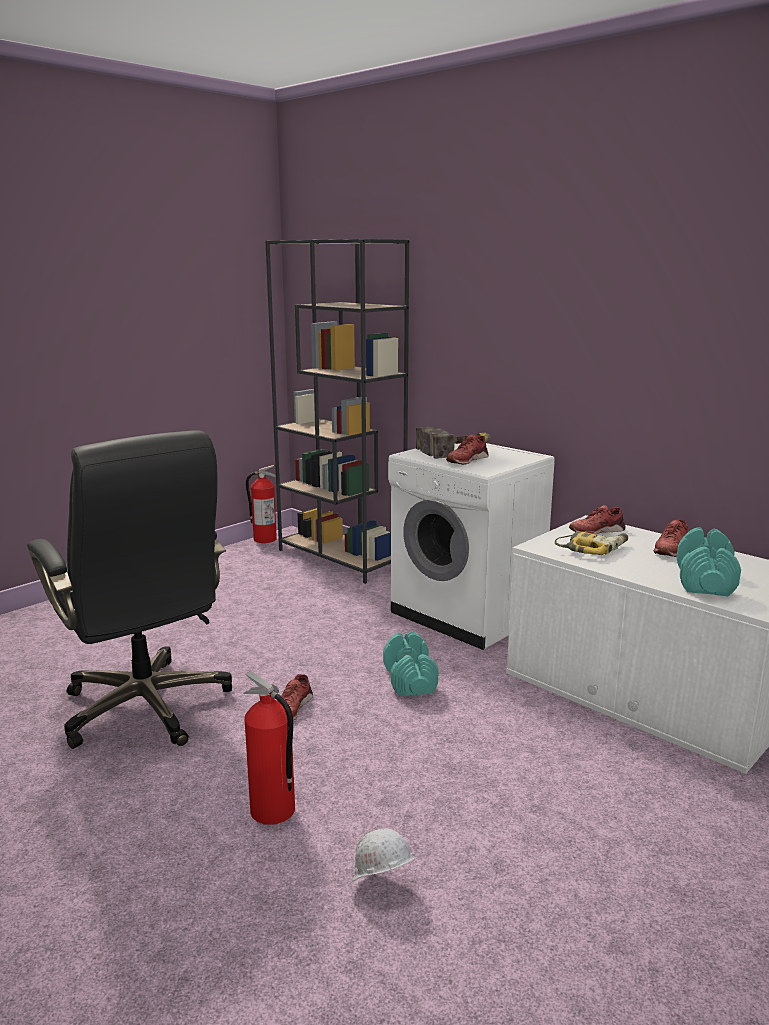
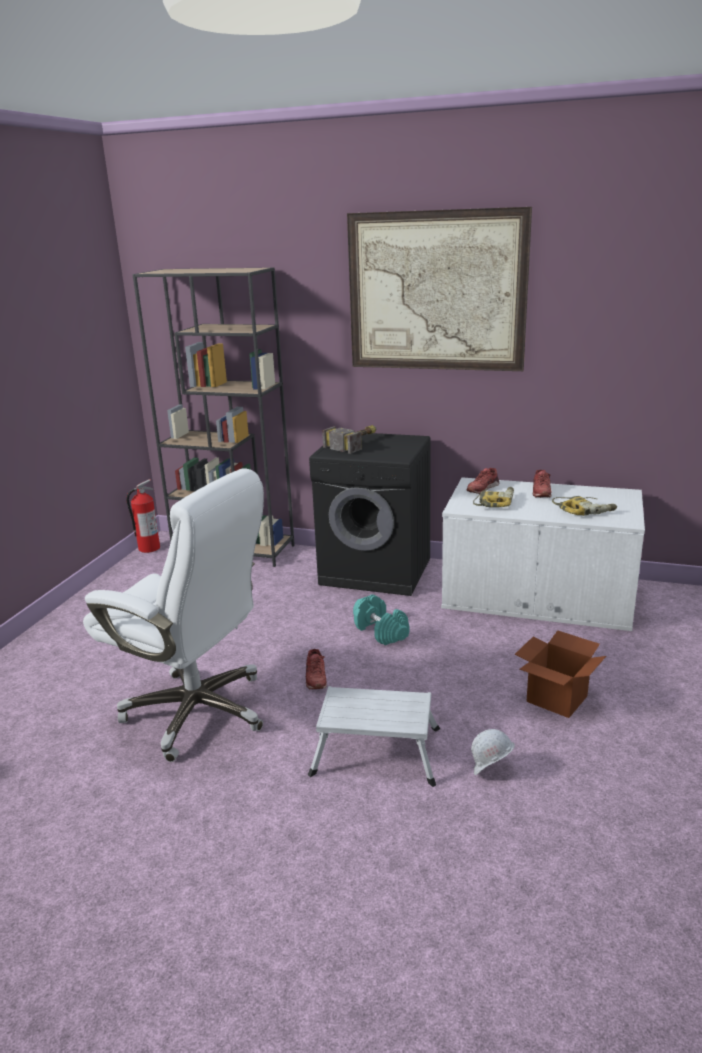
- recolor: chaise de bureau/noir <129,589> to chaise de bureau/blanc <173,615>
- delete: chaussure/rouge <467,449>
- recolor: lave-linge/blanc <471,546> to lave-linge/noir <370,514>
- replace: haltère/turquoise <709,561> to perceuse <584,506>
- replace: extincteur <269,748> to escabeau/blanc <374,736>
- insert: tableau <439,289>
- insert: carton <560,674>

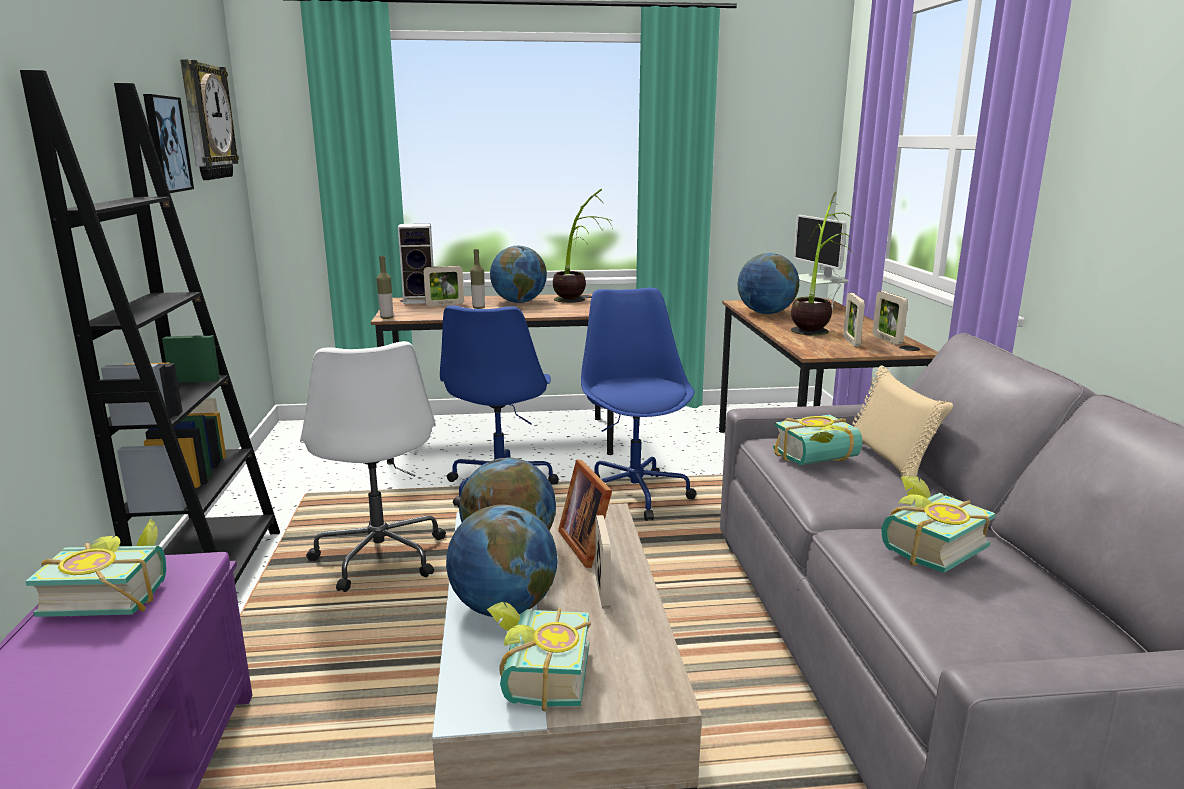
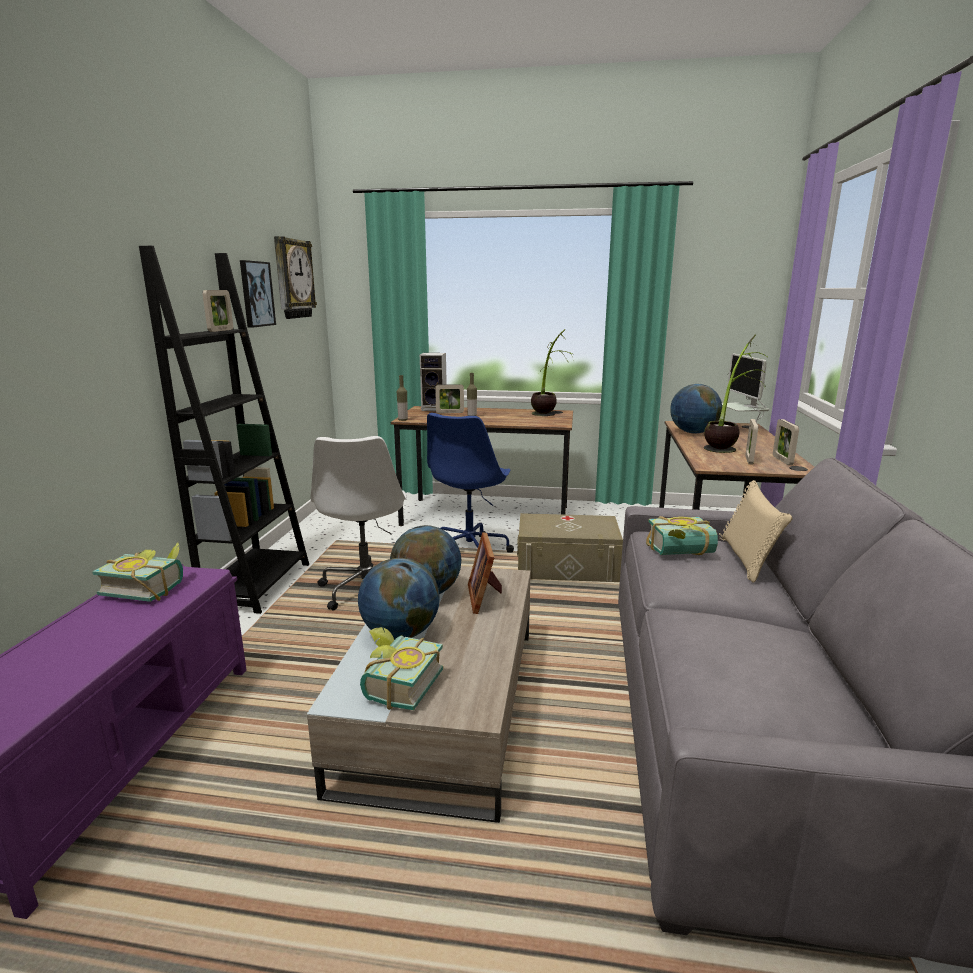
- delete: globe <518,274>
- replace: chaise de bureau/bleu <638,404> to boîte de rangement/beige <570,547>
- delete: livre <938,524>
- move: cadre photo <603,562> to <217,311>

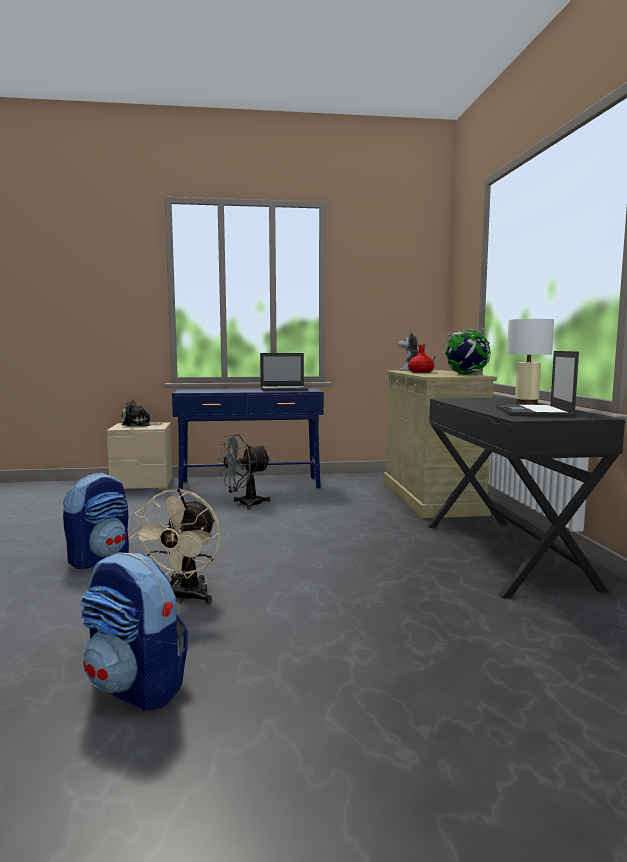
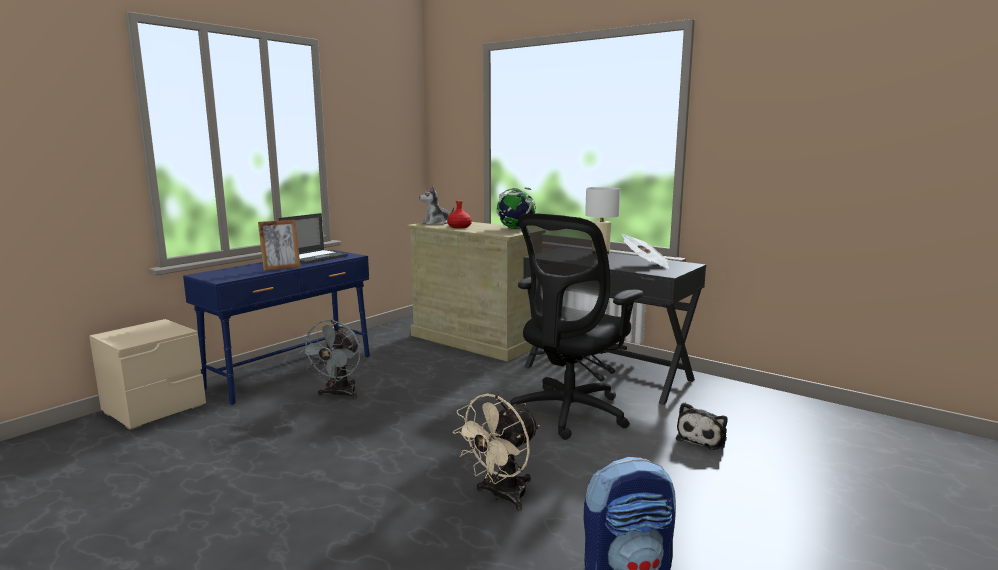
- replace: ordinateur portable <537,384> to journal <645,251>
- move: peluche <142,413> to <702,426>
- delete: sac à dos <96,521>
- rotate: ventilateur/beige <175,546> = <496,452> 75 degrees clockwise
- insert: chaise de bureau/noir <576,326>
- insert: cadre photo <279,245>

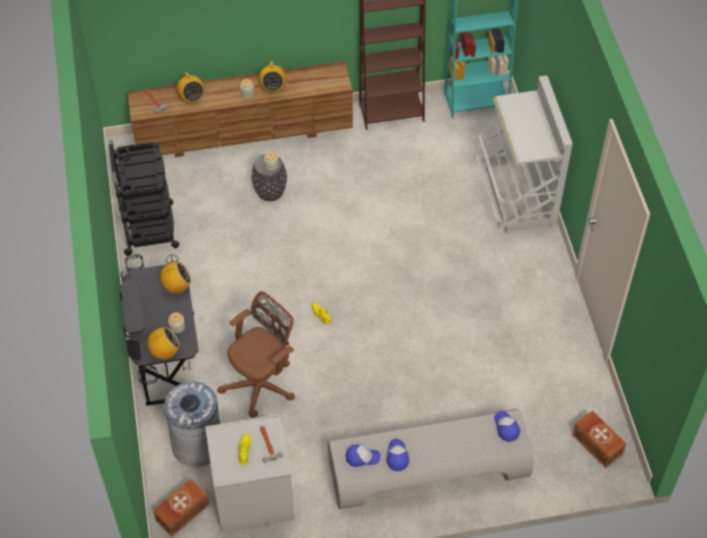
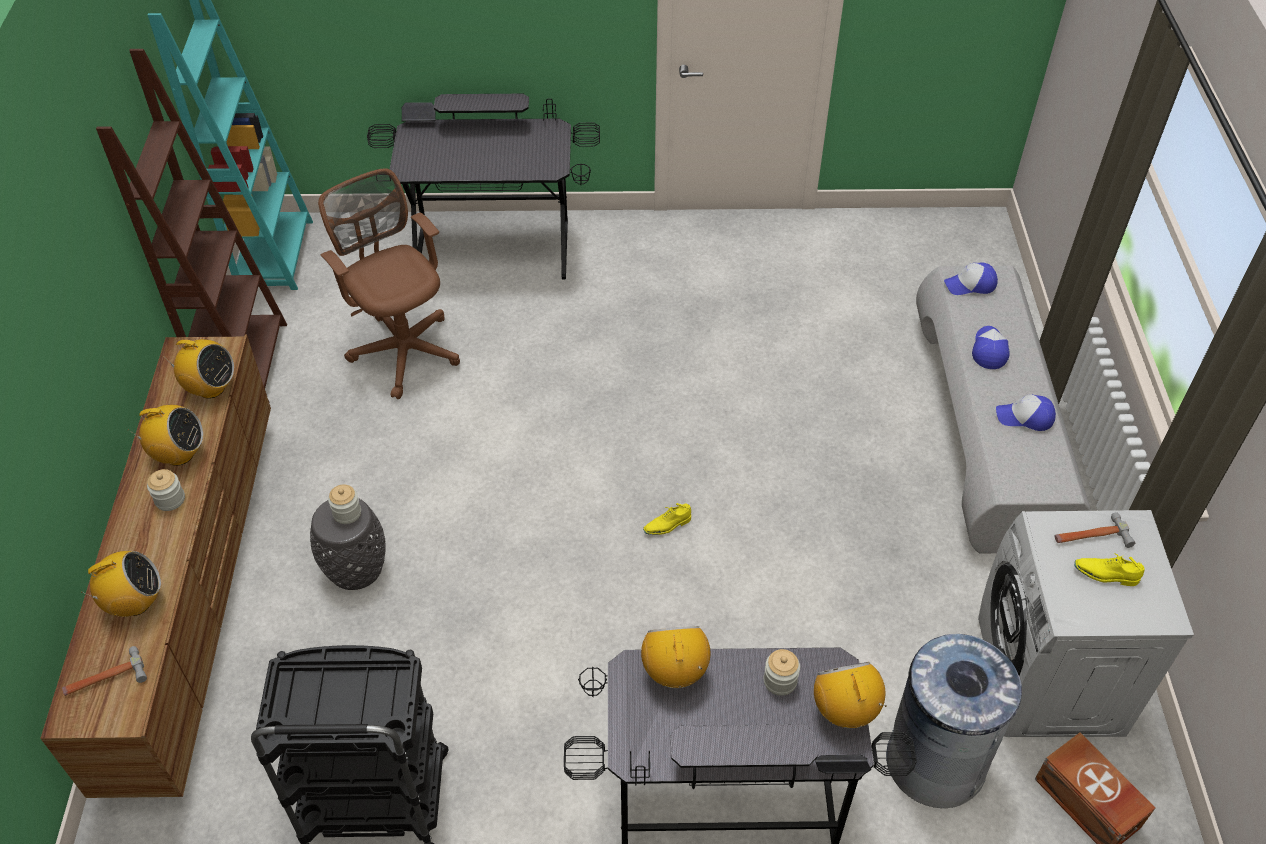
- replace: étagère à chaussures/blanc <524,155> to bureau/noir <483,186>
- move: chaise de bureau/marron <256,354> to <389,283>
- delete: boîte de rangement/marron <599,439>
- move: casquette <363,456> to <991,347>
- insert: radio <198,369>

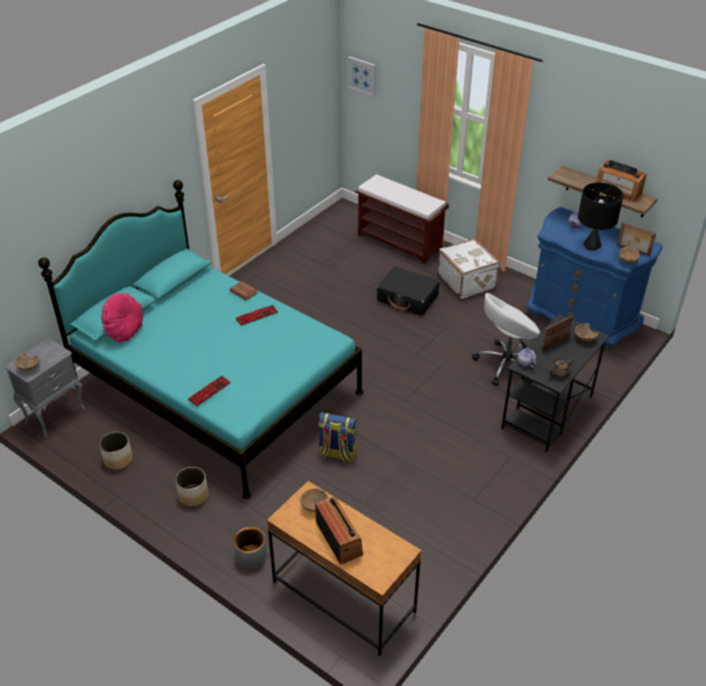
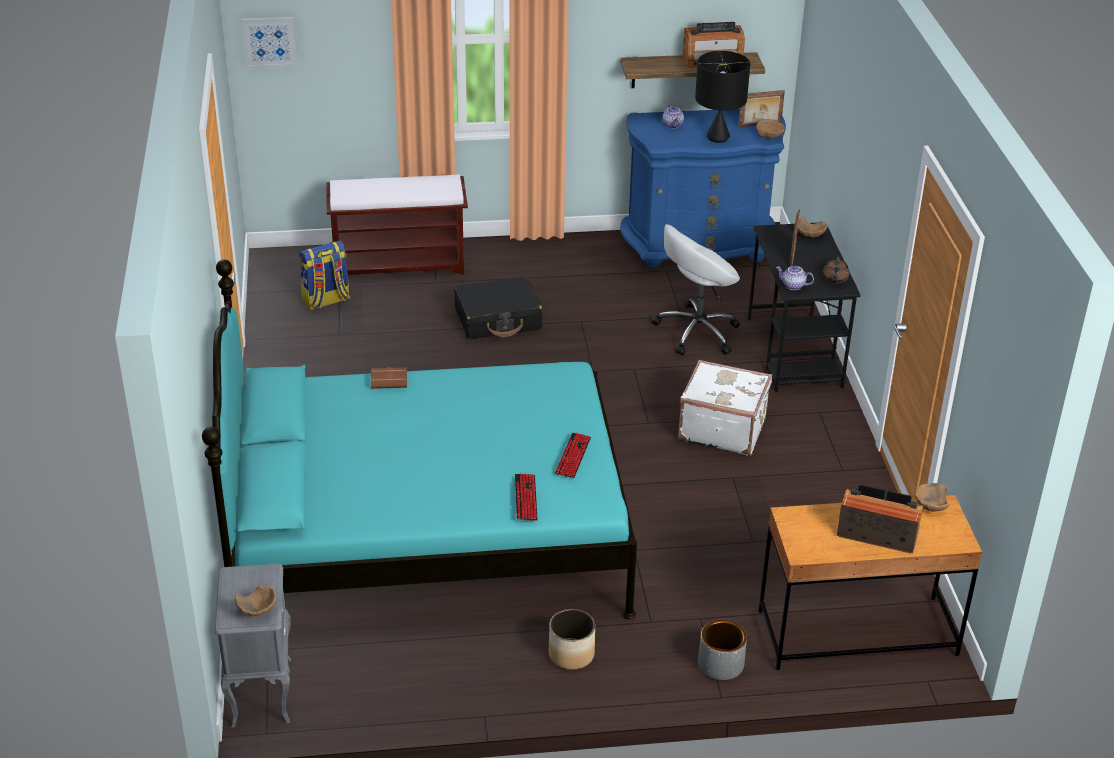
- move: valise/blanc <468,268> to <725,408>
- delete: coussin/rose <122,317>
- rotate: chaise de bureau/blanc <506,339> = <696,289> 45 degrees clockwise
- move: clavier <257,315> to <573,455>
- move: sac à dos <337,437> to <324,275>
- delete: cache-pot <116,451>
- move: bol/marron <314,500> to <932,497>

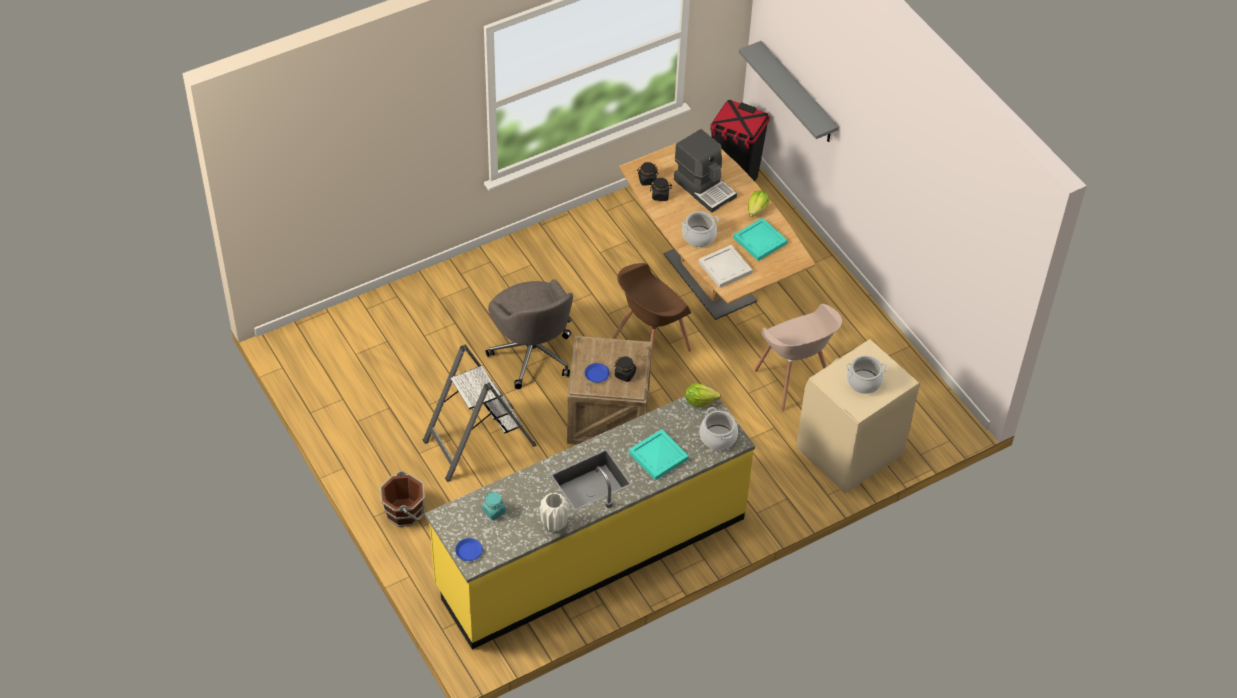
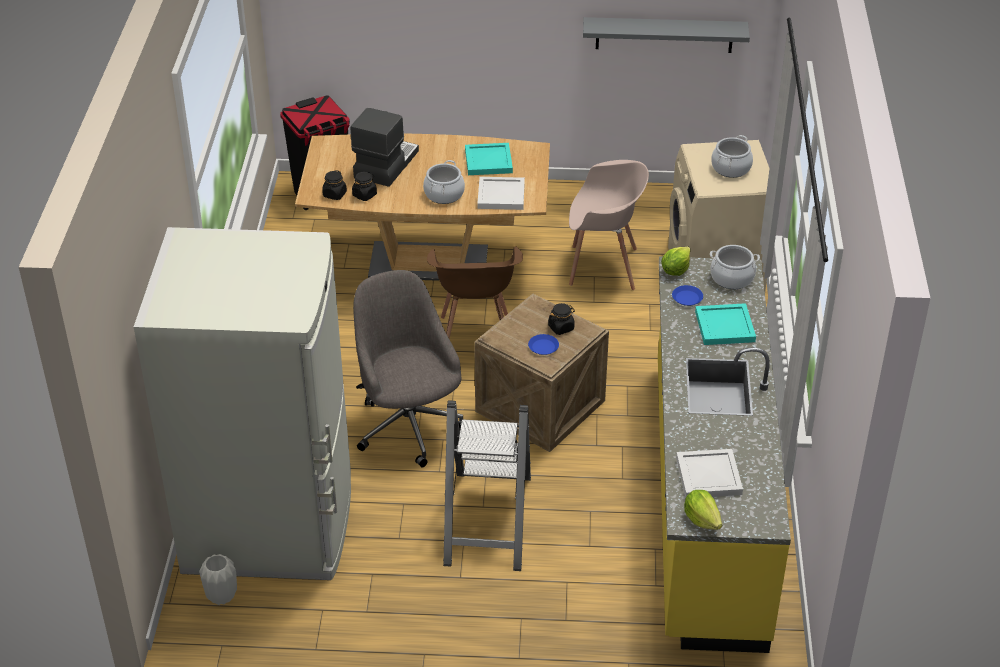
- move: étagère/gris <789,91> to <666,35>
- rotate: machine à café <705,171> = <384,147> 60 degrees counterclockwise
- move: laitue <758,203> to <703,510>
- rotate: chaise de bureau/gris <529,334> = <408,368> 120 degrees counterclockwise
- delete: seau/marron <402,499>
- replace: bocal/turquoise <494,505> to plateau/blanc <709,473>
- move: vase/blanc <554,512> to <218,579>
- move: assiette/bleu <469,549> to <687,295>
- insert: réfrigérateur/blanc <242,403>

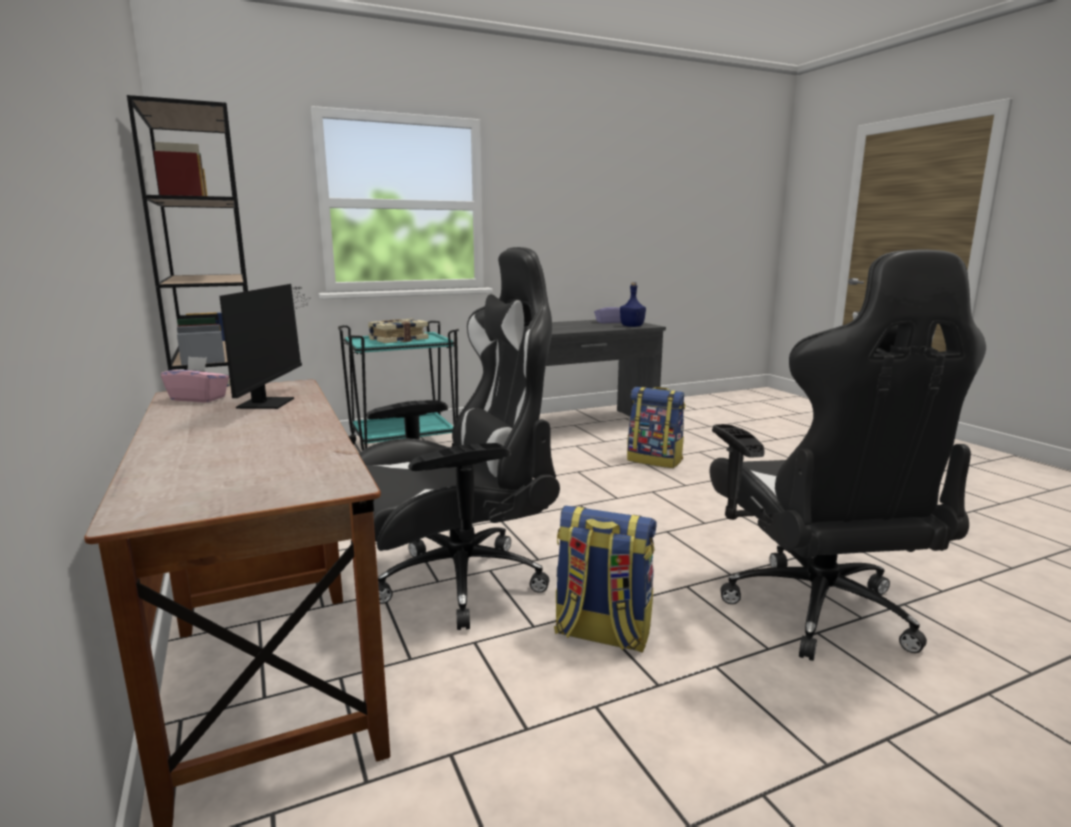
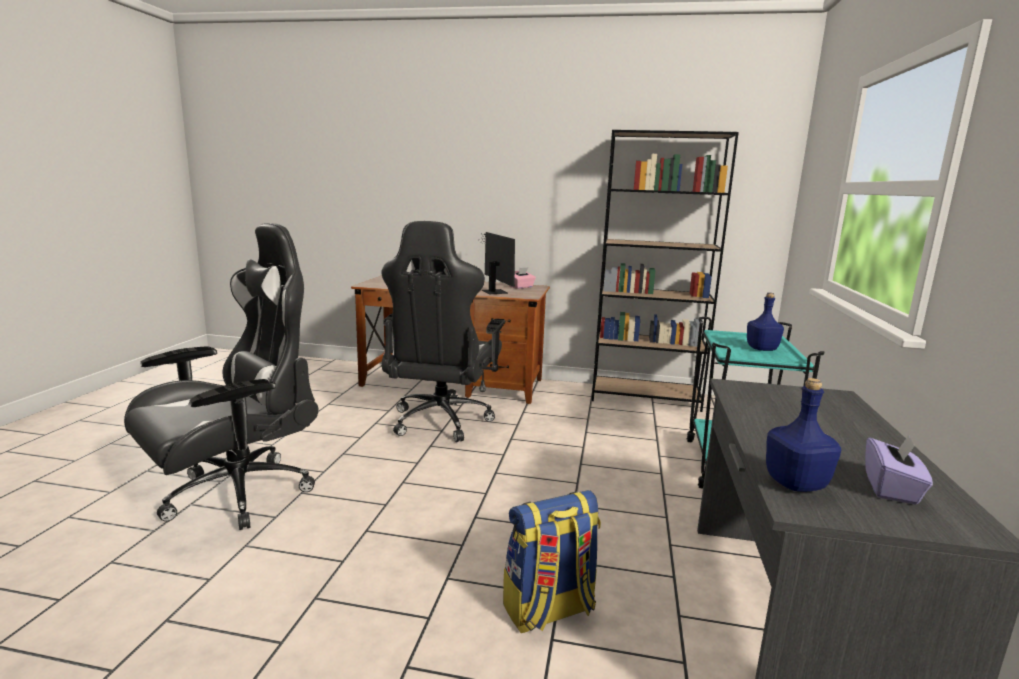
- rotate: chaise de bureau/noir <848,455> = <221,376> 105 degrees clockwise
- rotate: écran d'ordinateur <264,346> = <497,263> 150 degrees counterclockwise
- replace: livre <398,330> to bouteille/bleu <765,322>
- delete: sac à dos <605,579>

